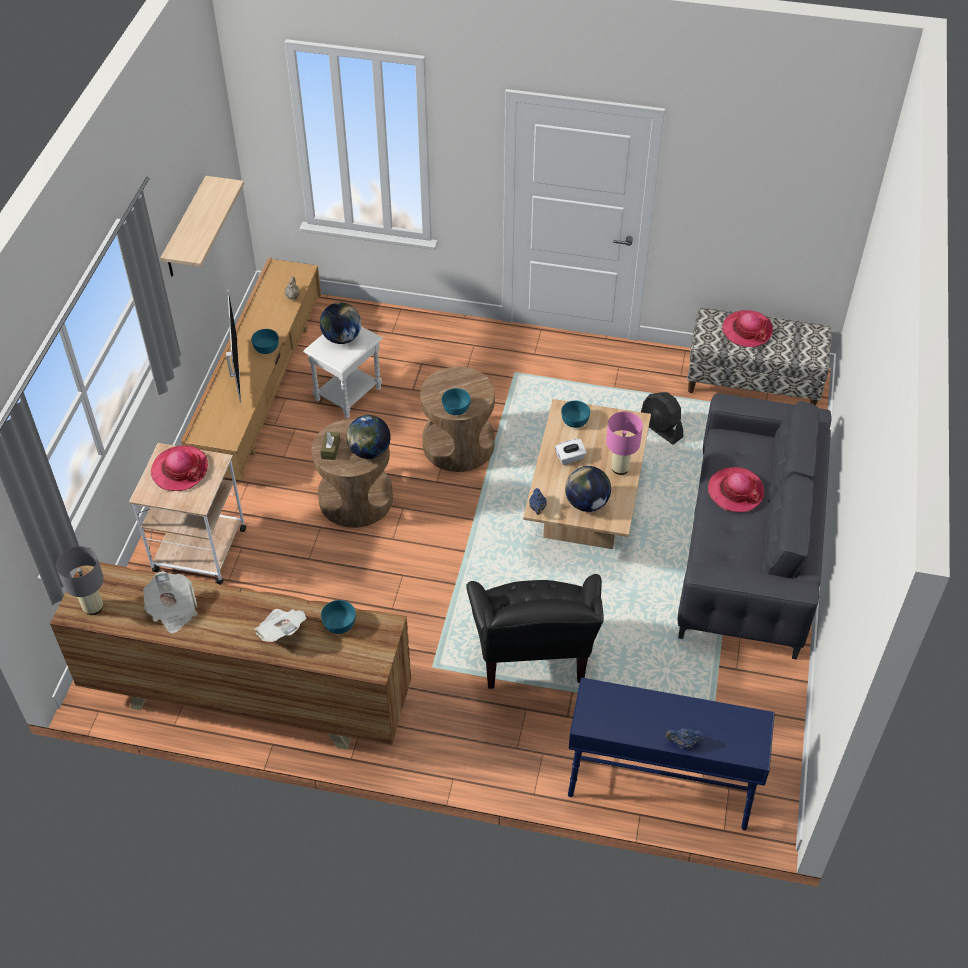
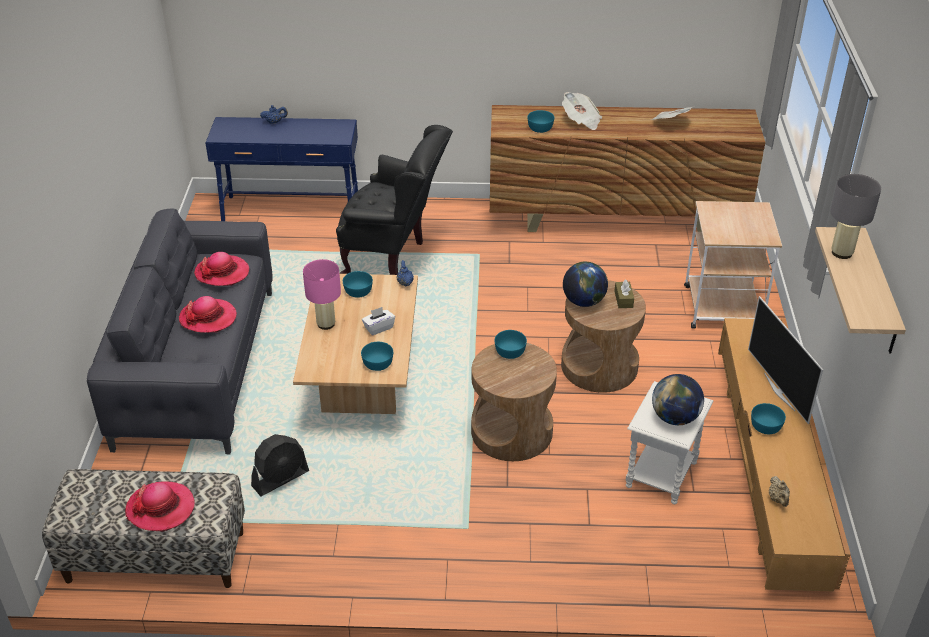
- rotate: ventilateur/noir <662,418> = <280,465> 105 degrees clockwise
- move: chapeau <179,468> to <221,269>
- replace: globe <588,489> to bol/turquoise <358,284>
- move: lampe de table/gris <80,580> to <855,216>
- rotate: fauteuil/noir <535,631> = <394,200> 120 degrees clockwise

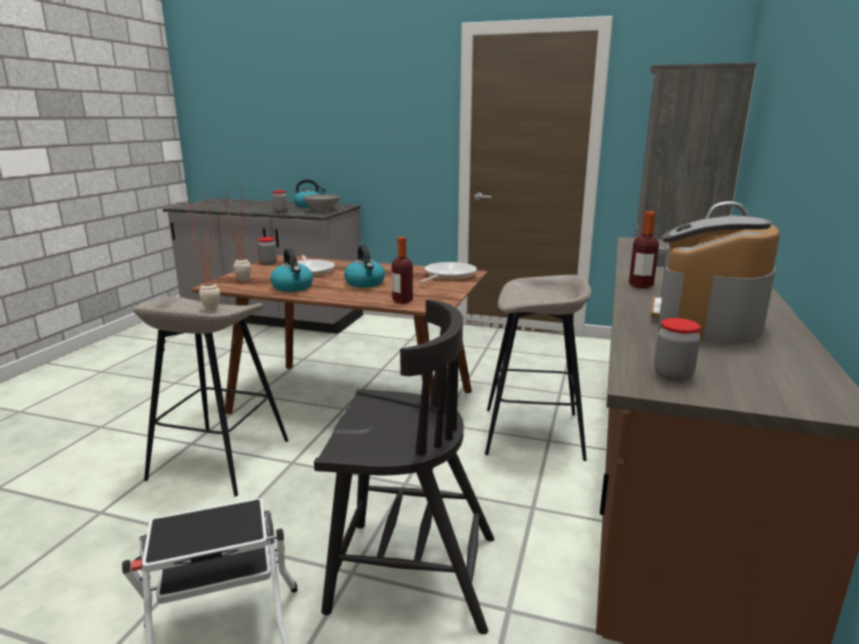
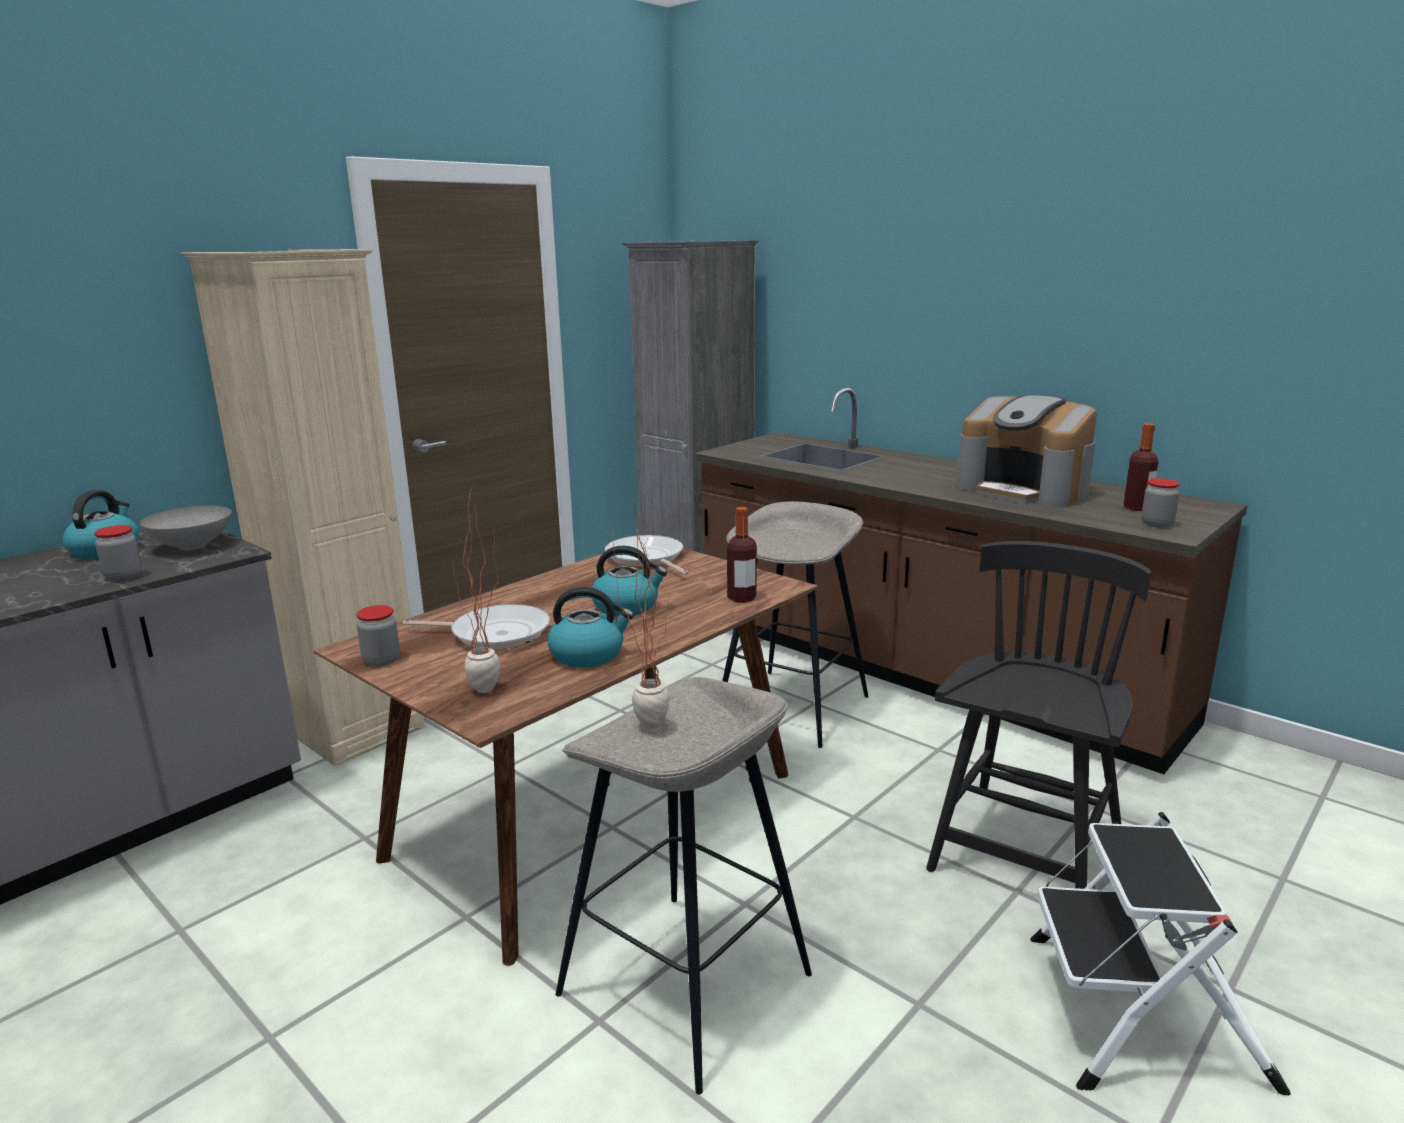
- move: bouteille <644,249> to <1141,467>
- insert: meuble de rangement/beige <303,507>

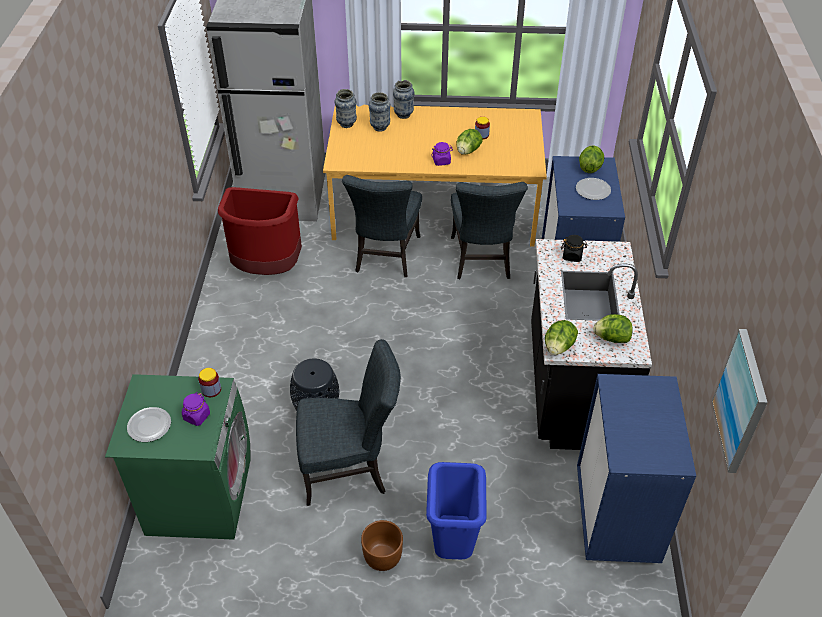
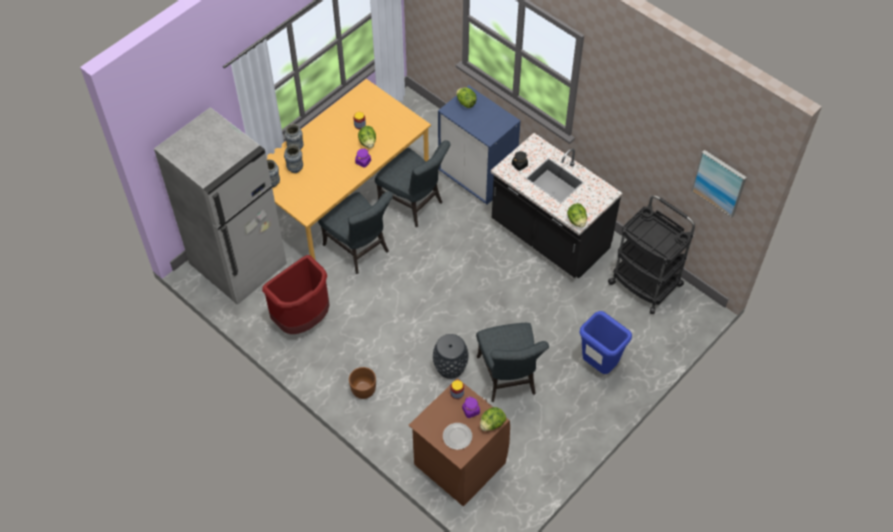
- delete: assiette <593,189>
- move: laitue <613,328> to <493,419>
- rotate: chaise/gris <348,422> = <512,362> 135 degrees clockwise
- recolor: lave-linge/vert <178,457> to lave-linge/marron <459,442>
- replace: meuble de rangement/bleu <636,468> to chariot/noir <651,254>
- move: cache-pot/marron <382,545> to <362,383>

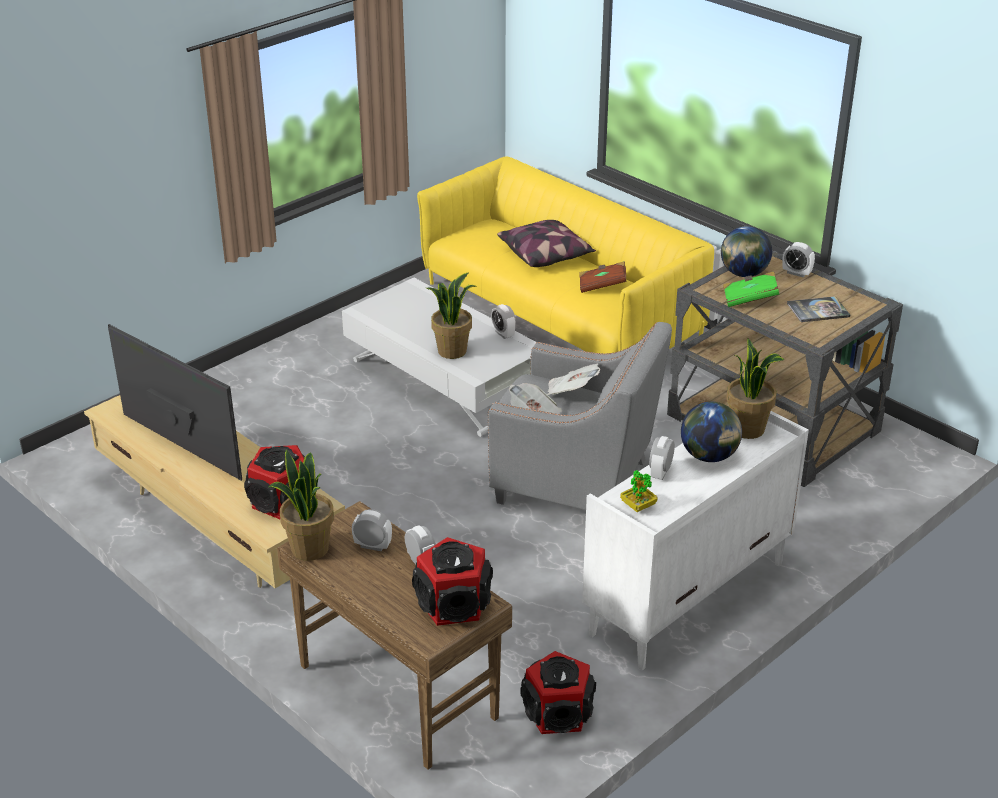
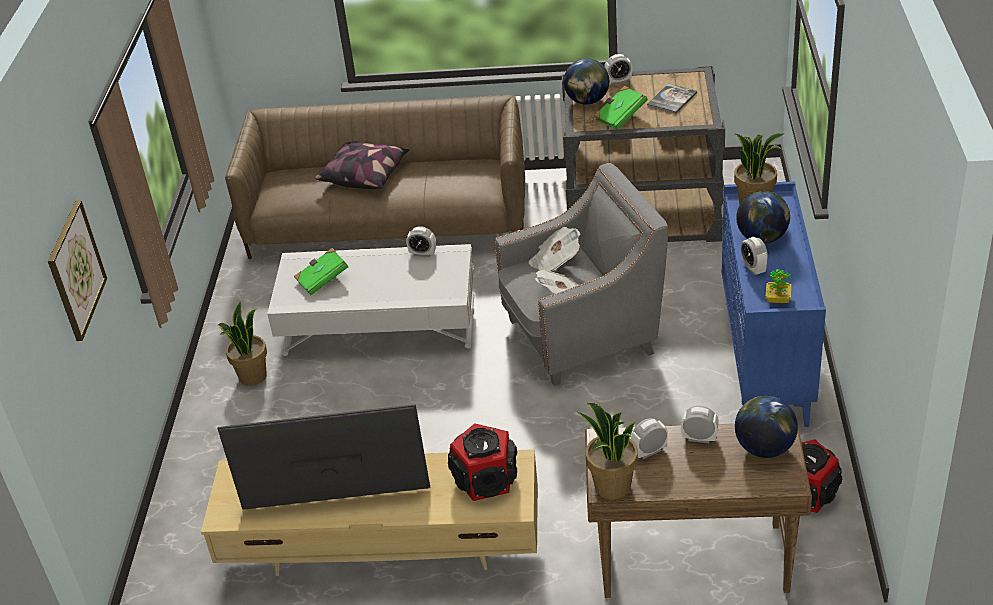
- recolor: canapé/jaune <565,255> to canapé/marron <375,177>
- delete: livre/marron <603,277>
- move: plante en pot <452,316> to <242,343>
- recolor: meuble de rangement/blanc <695,541> to meuble de rangement/bleu <774,304>
- replace: enceinte <452,581> to globe <766,427>
- insert: tableau <77,270>
- insert: livre/vert <321,271>

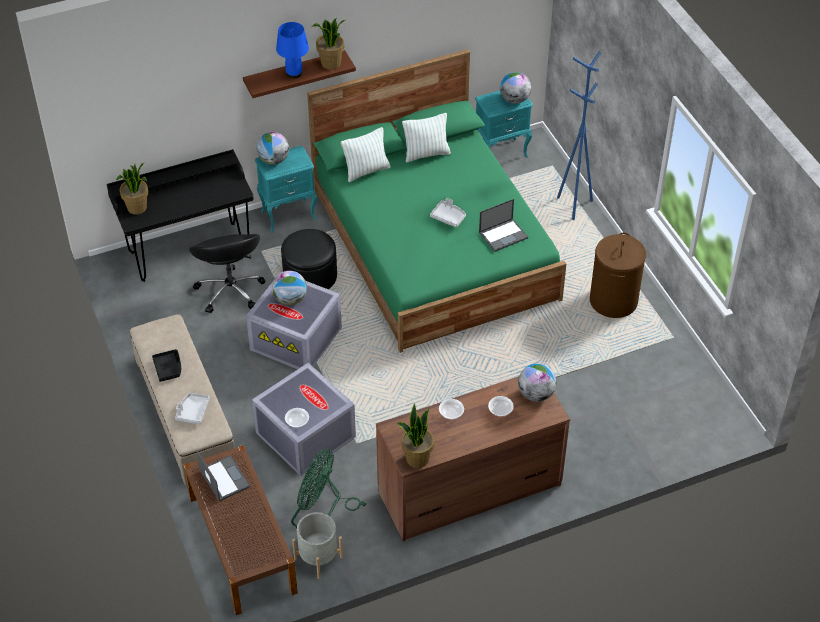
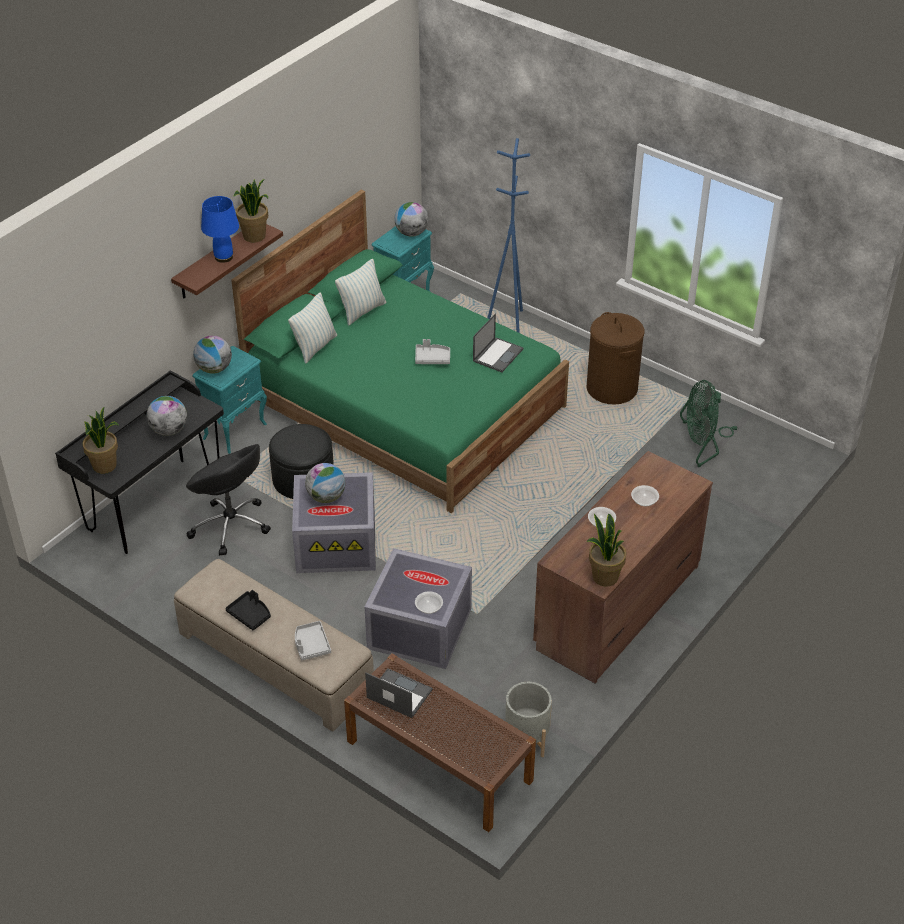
- move: globe <537,382> to <167,416>
- move: ventilateur/vert <328,488> to <709,423>

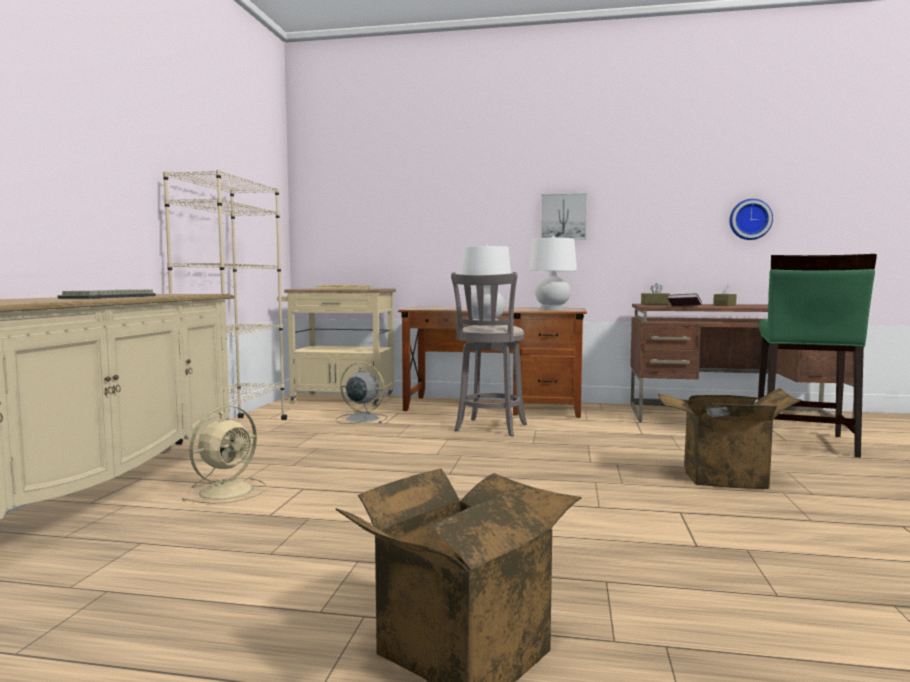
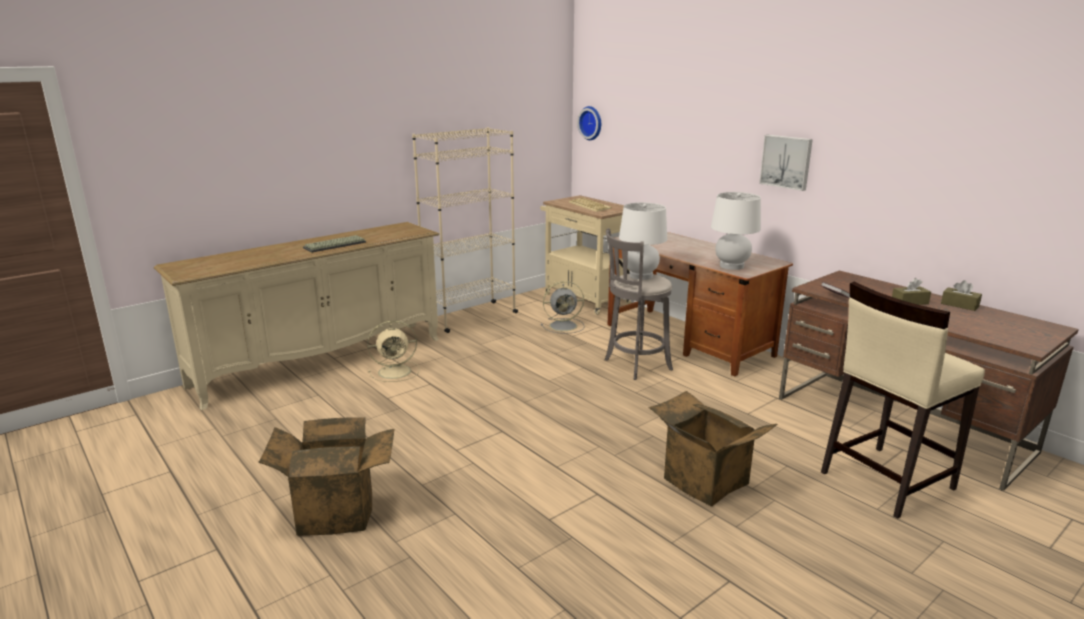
- move: horloge murale <751,219> to <589,123>
- recolor: tabouret/vert <817,356> to tabouret/beige <903,400>
- move: boîte à mouchoirs/marron <655,294> to <961,295>
- rotate: ventilateur/gris <362,393> = <563,307> 105 degrees clockwise

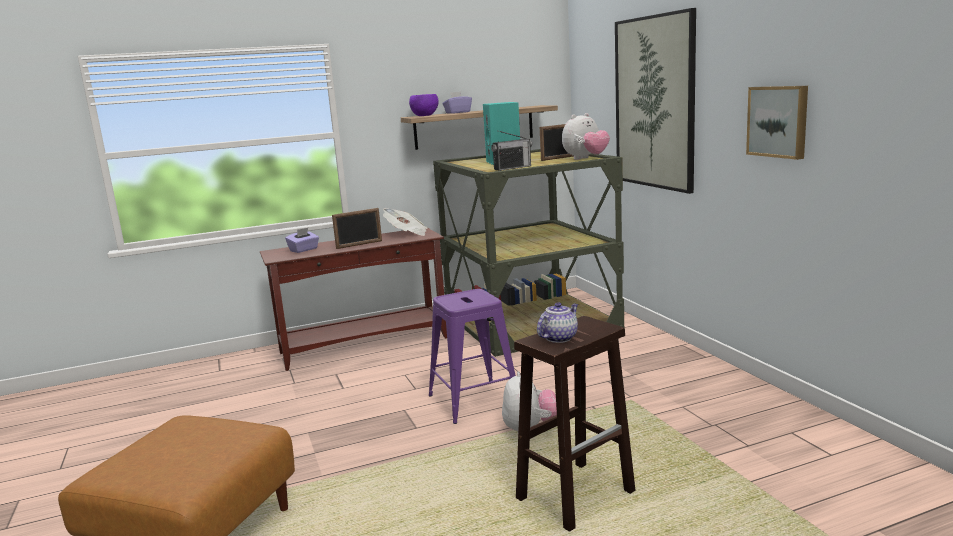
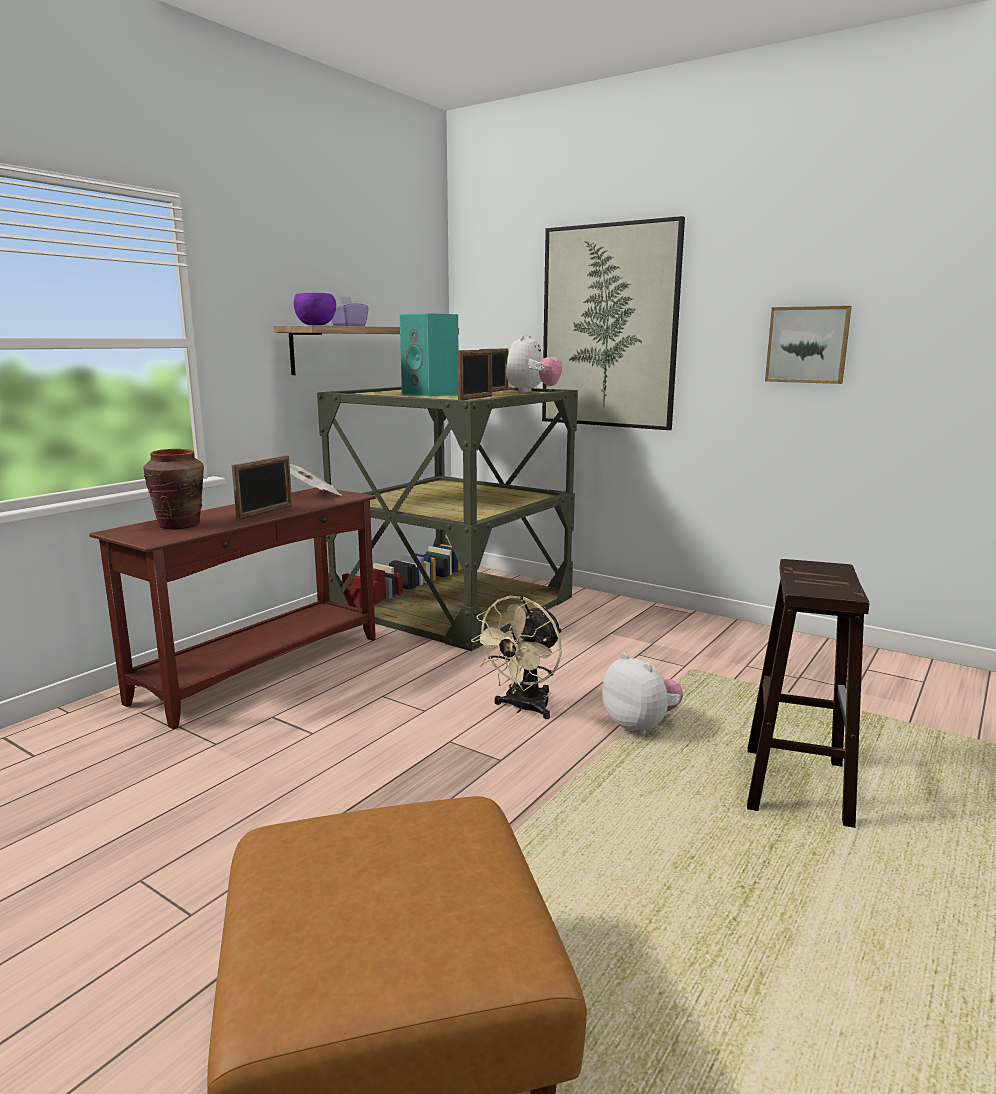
- replace: radio <511,150> to cadre photo <475,375>
- replace: boîte à mouchoirs/violet <302,240> to vase/marron <173,489>
- replace: tabouret/violet <472,356> to ventilateur/beige <516,657>
- delete: théière <557,322>

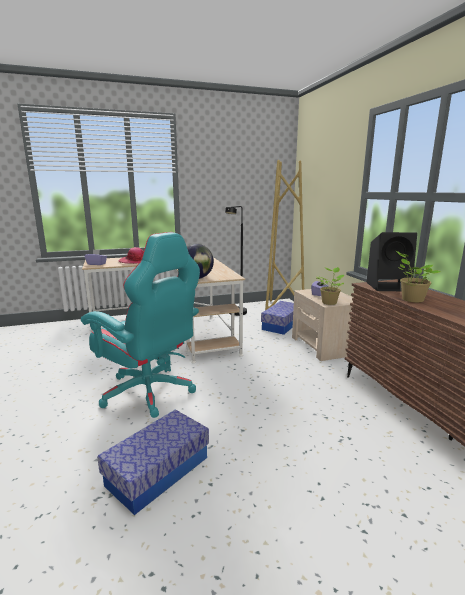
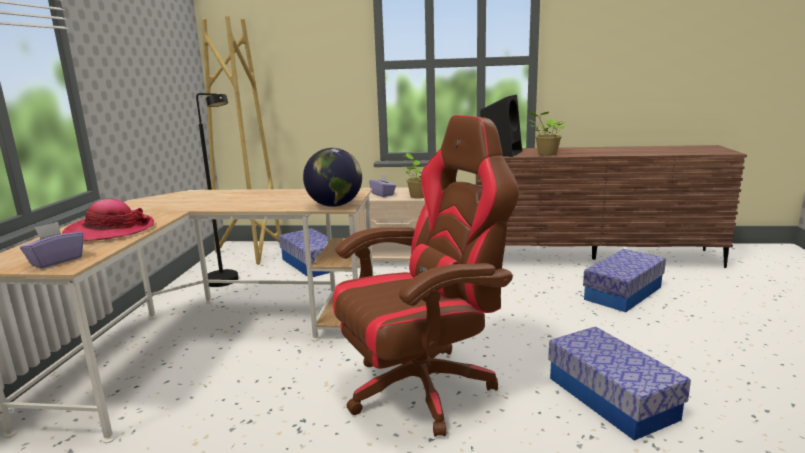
- recolor: chaise de bureau/turquoise <140,325> to chaise de bureau/marron <426,275>
- insert: boîte de rangement <624,280>

